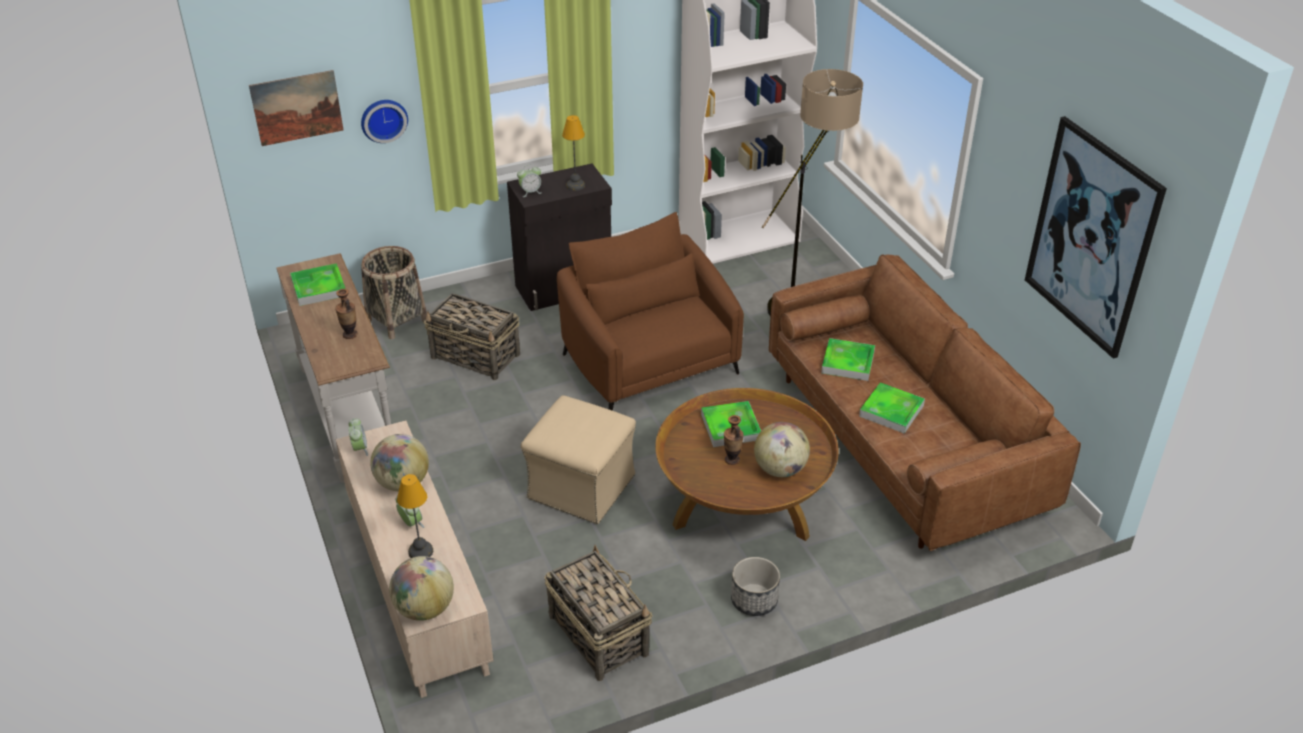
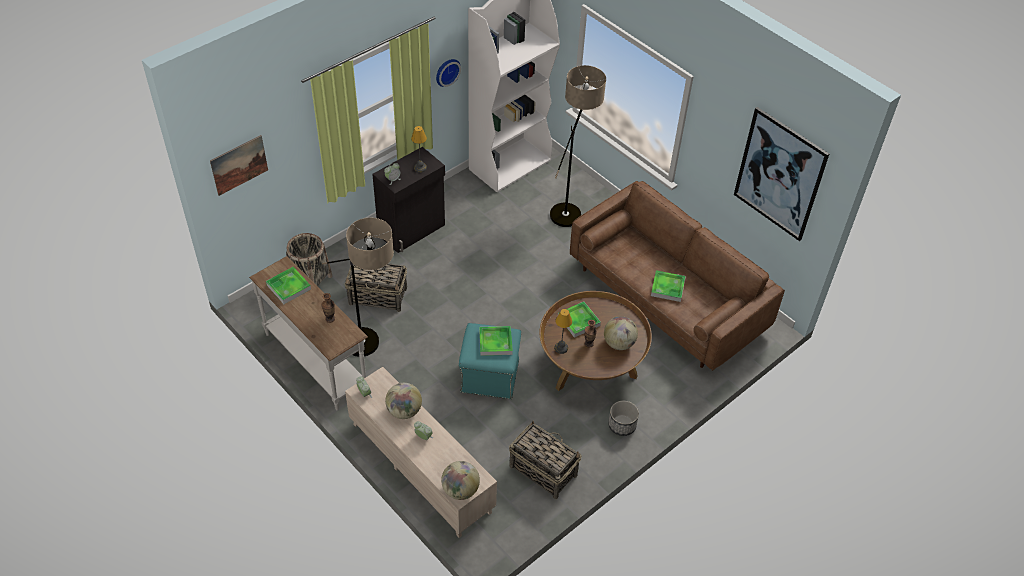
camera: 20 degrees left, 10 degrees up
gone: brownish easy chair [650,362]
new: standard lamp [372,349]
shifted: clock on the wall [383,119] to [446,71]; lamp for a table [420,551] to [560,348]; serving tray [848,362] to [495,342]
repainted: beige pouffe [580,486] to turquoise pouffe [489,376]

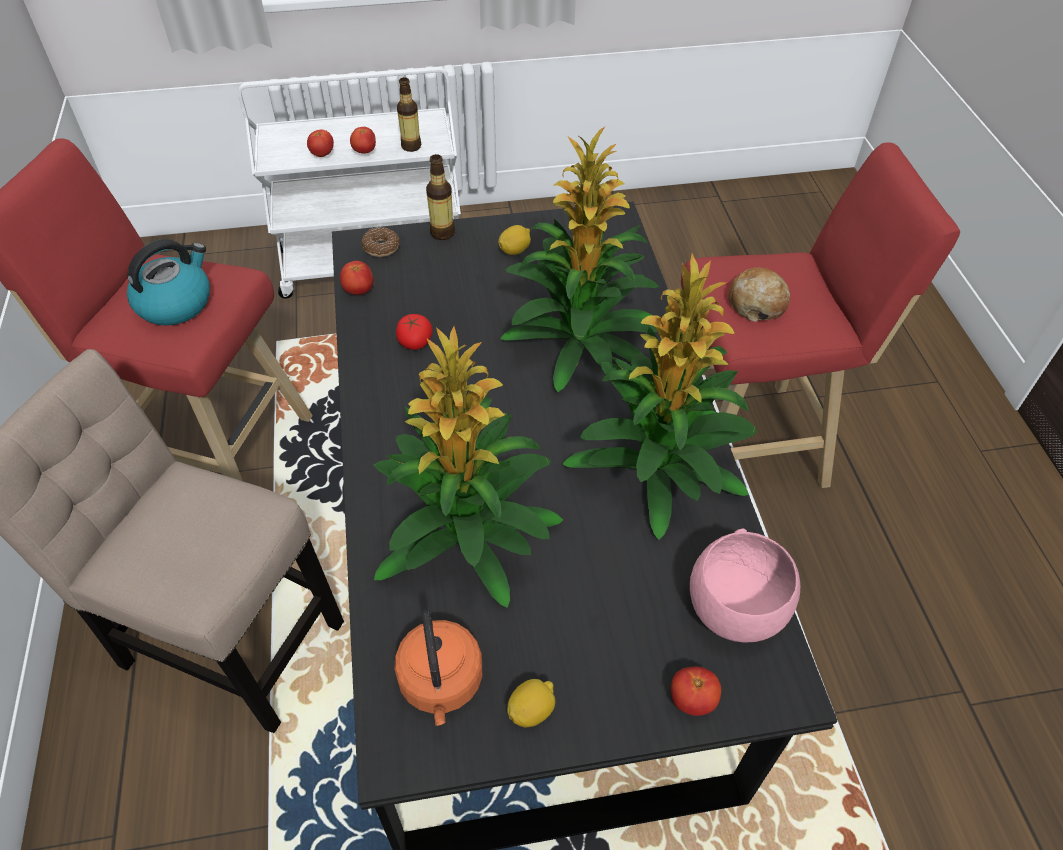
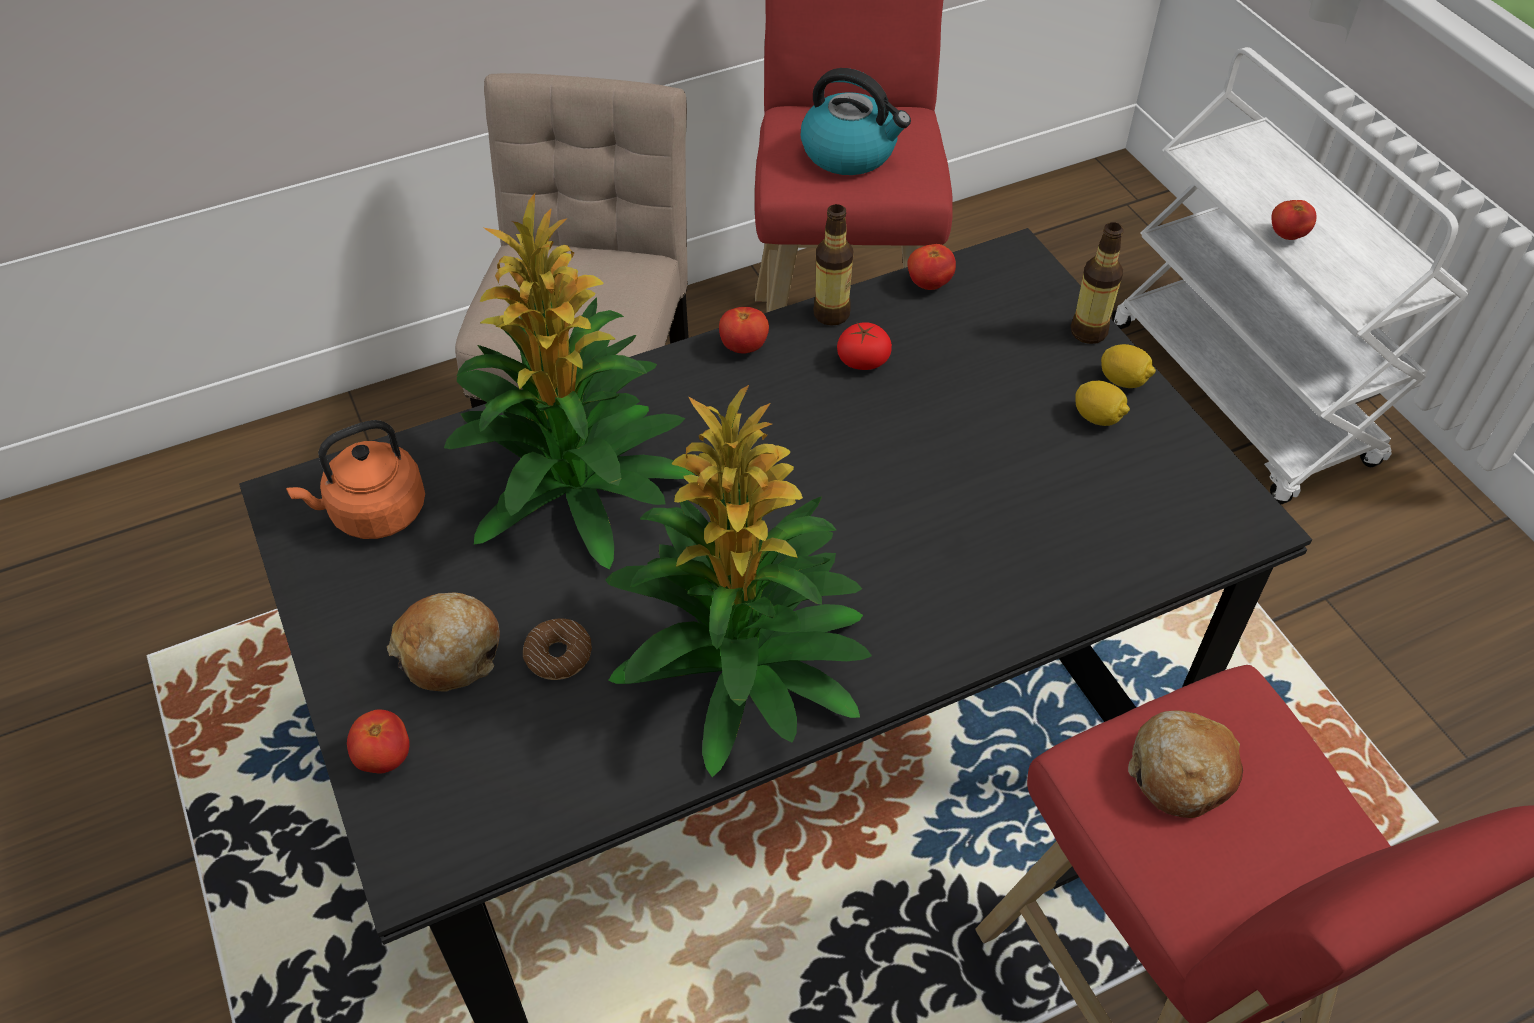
camera: 75 degrees right, 0 degrees up
gone: potted plant [579,340]; pinkish bowl [735,610]
new: baked bread [449,652]
shifted: tomato [322,154] to [744,347]; ring doughnut [381,247] to [558,655]; beverage bottle [411,146] to [831,314]; lemon [531,710] to [1123,380]

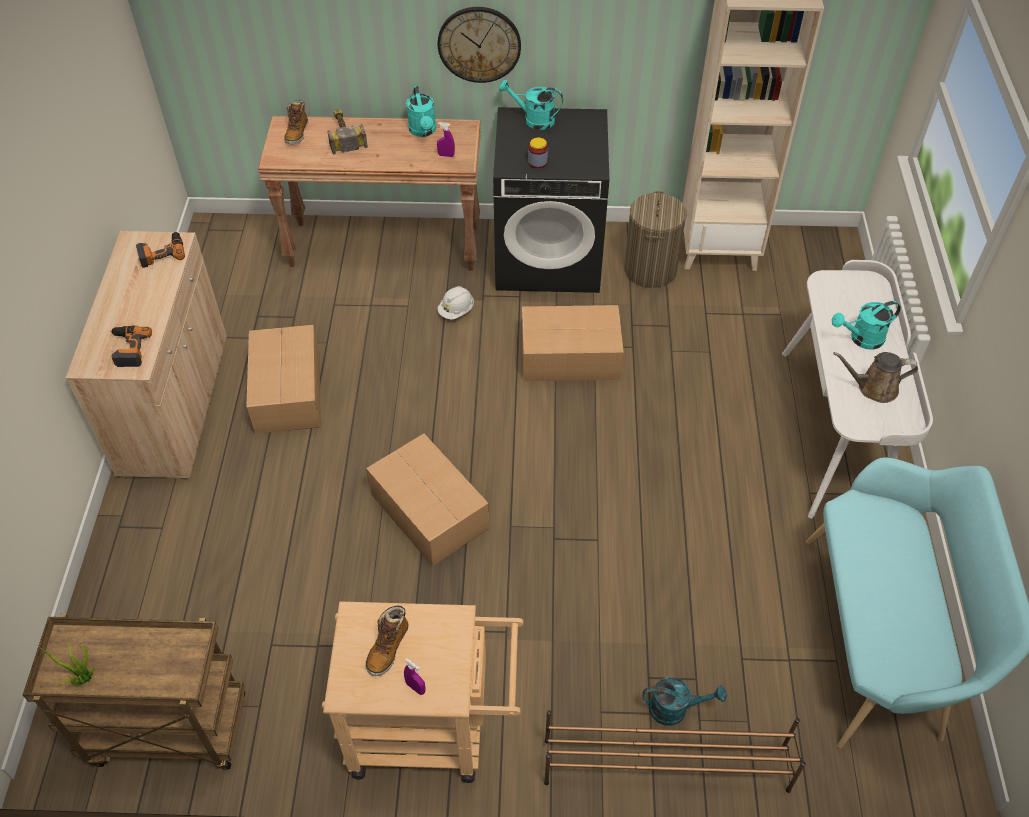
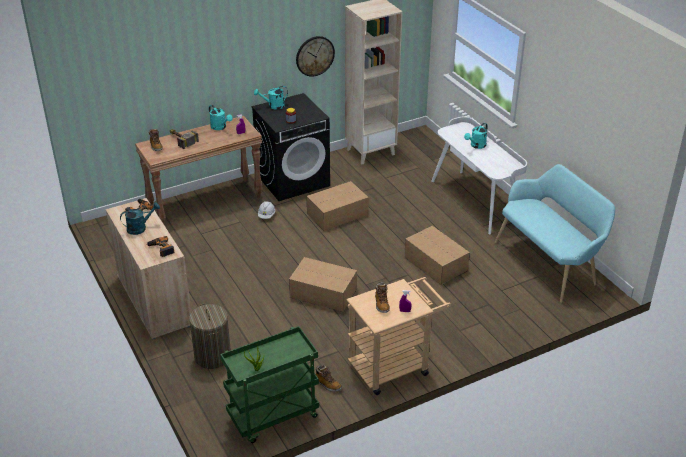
camera: 30 degrees left, 15 degrees down
gone: brownish shoe rack [664,764]; brownish watering can [873,388]
new: boot [327,384]
shifted: carton [288,390] to [435,263]; clock on the wall [479,44] to [315,56]; laundry basket [650,269] to [212,356]; turquoise watering can [675,708] to [140,228]
repainted: brownish trolley [165,731] to greenish trolley [273,417]

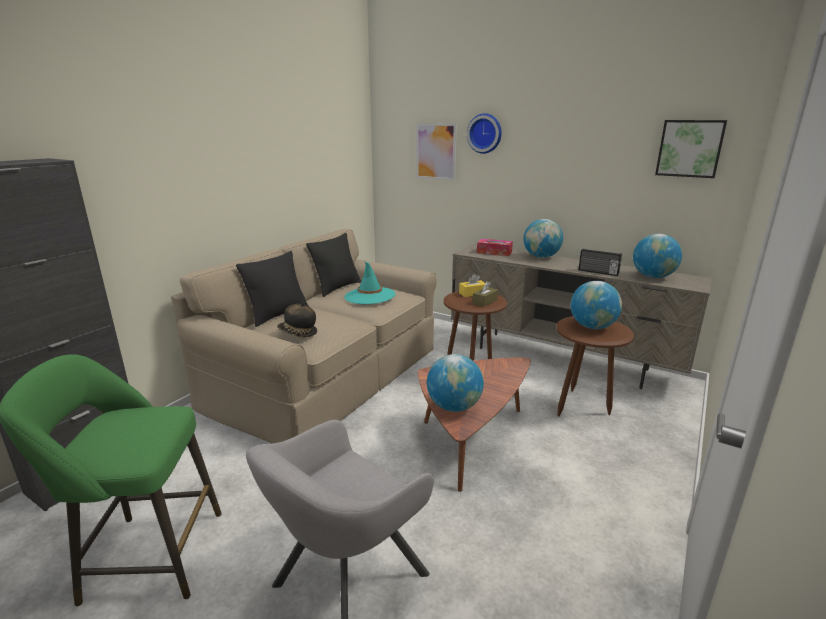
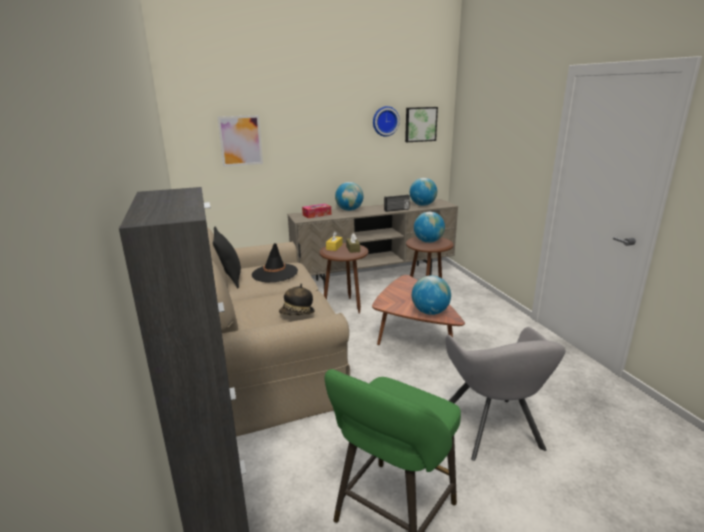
camera: 50 degrees left, 0 degrees up
gone: black pillow [278,315]
shifted: clock on the wall [485,133] to [385,121]
repainted: turquoise clothing hat [369,296] to black clothing hat [275,273]

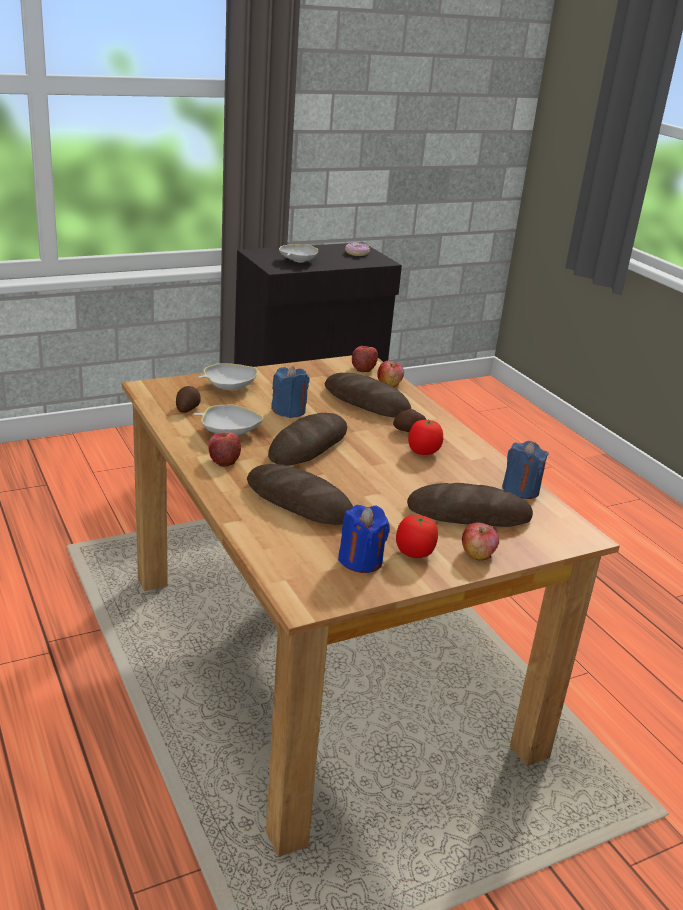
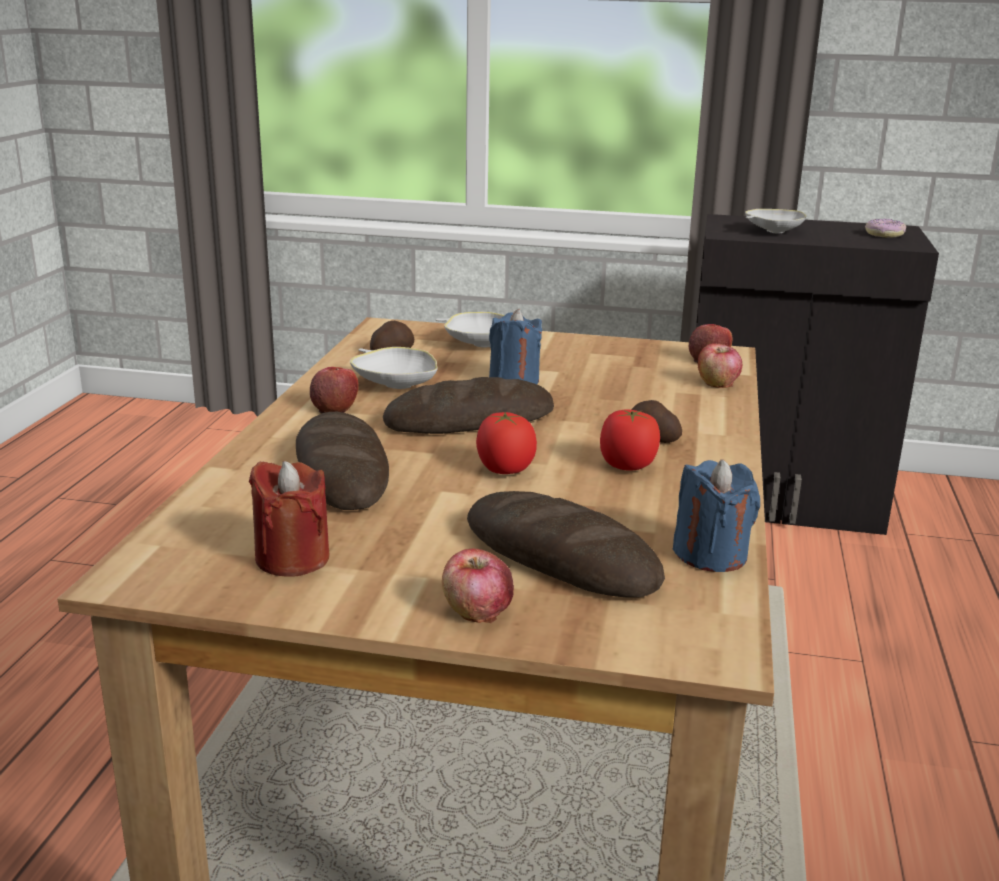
camera: 40 degrees right, 5 degrees down
gone: baked bread [366,401]
shifted: tomato [414,553] to [504,470]
repainted: bluish wax candle [361,560] to reddish wax candle [292,558]

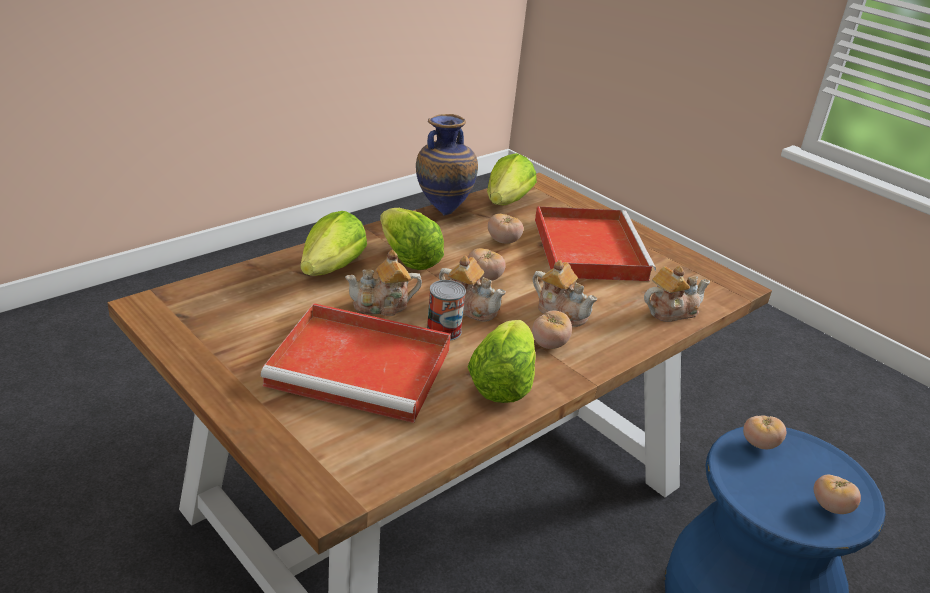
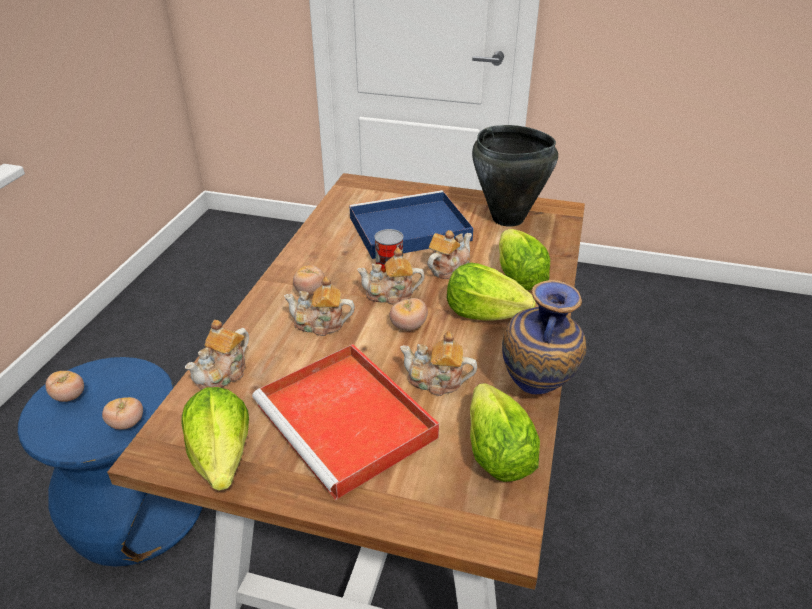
camera: 150 degrees right, 5 degrees up
new: black stockpot [508,219]
shifted: head of lettuce [501,384] to [222,456]
swapped: tomato [503,241] to teapot [436,381]
repainted: reddish serving tray [364,367] to bluish serving tray [407,229]

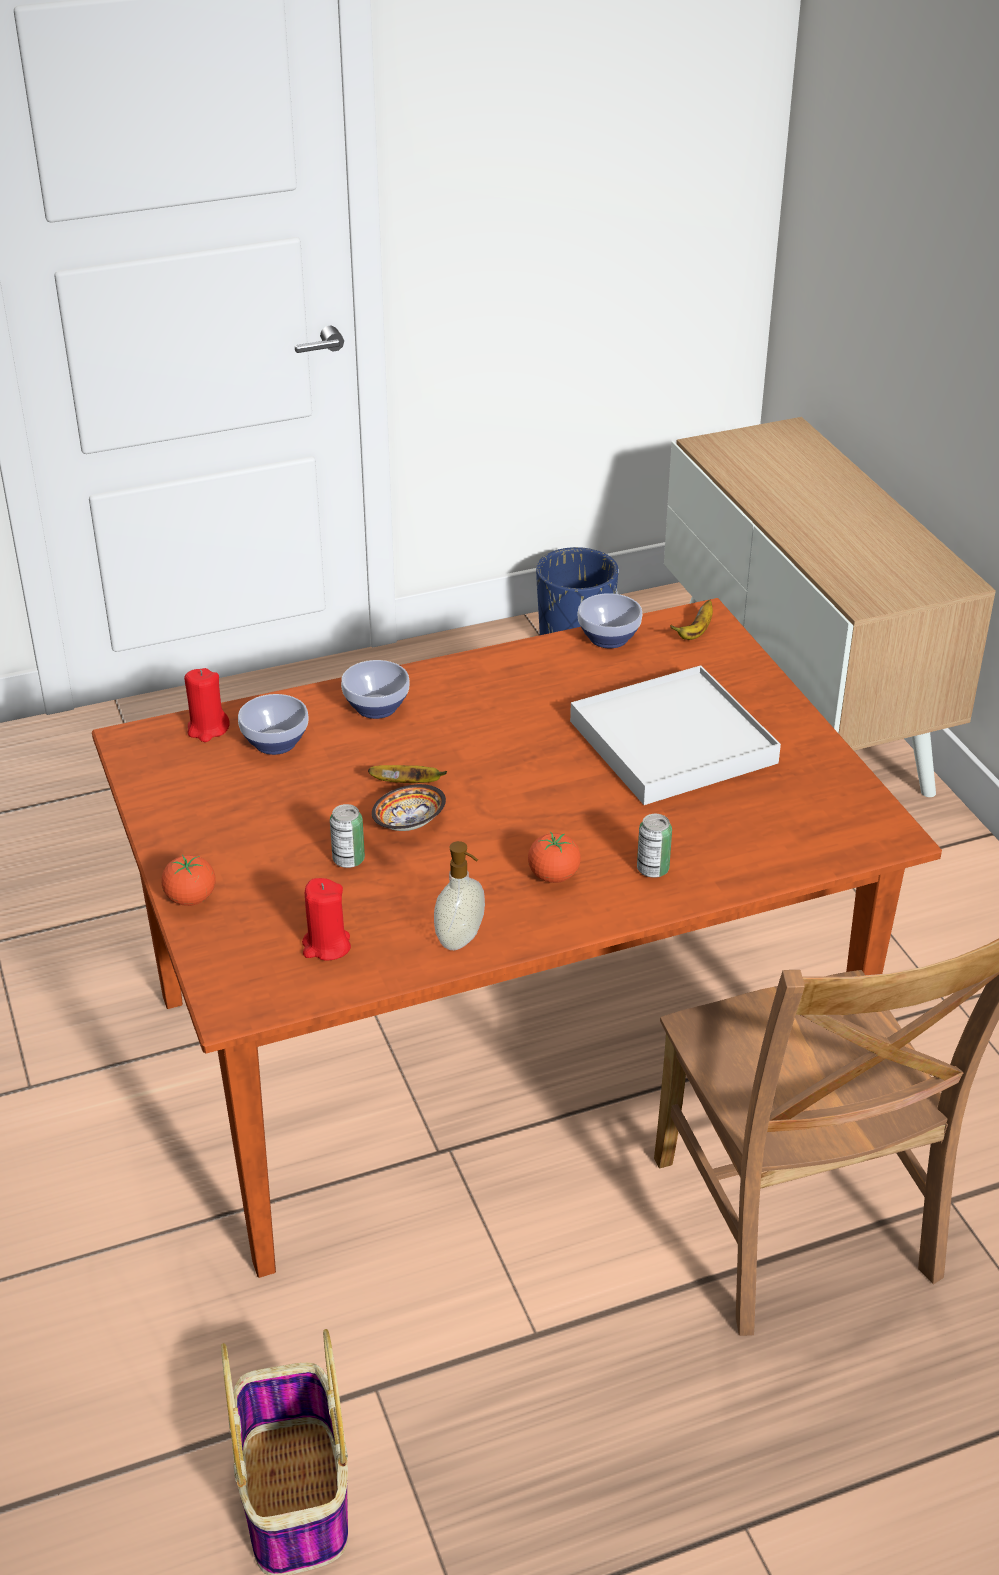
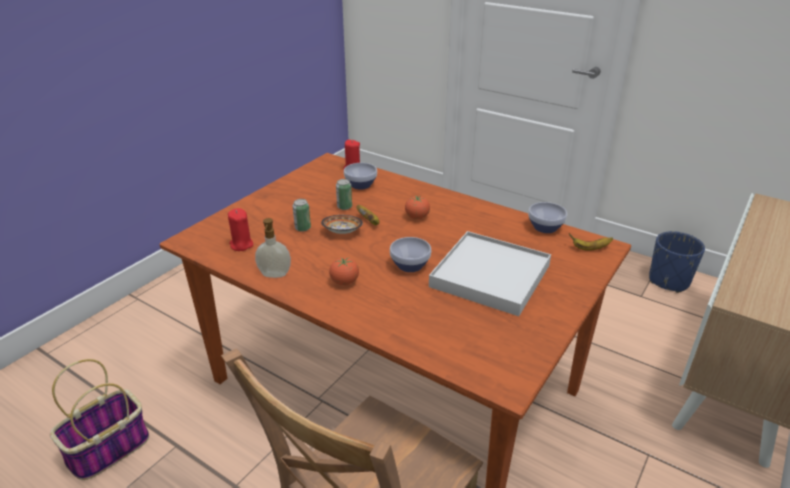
camera: 55 degrees right, 5 degrees down
shifted: tomato [191,898] to [417,217]; bowl [378,707] to [411,266]; sealed can [652,869] to [344,207]

